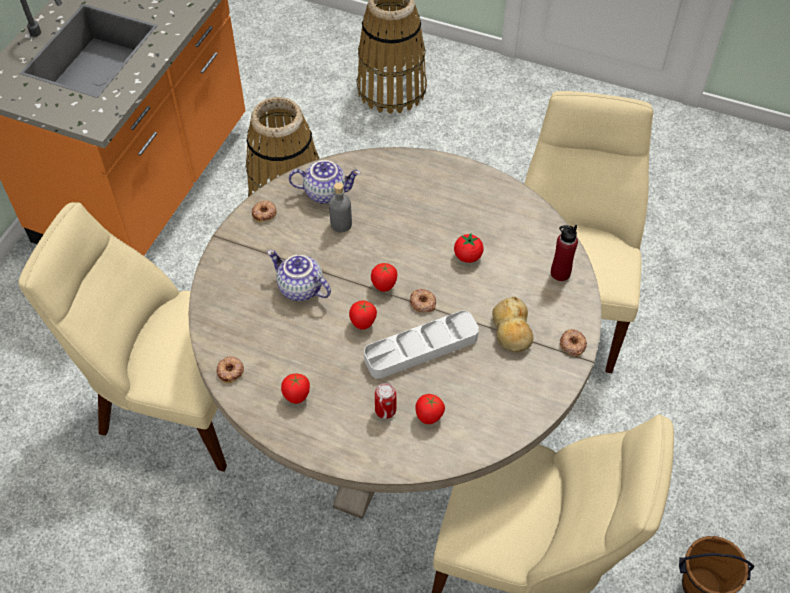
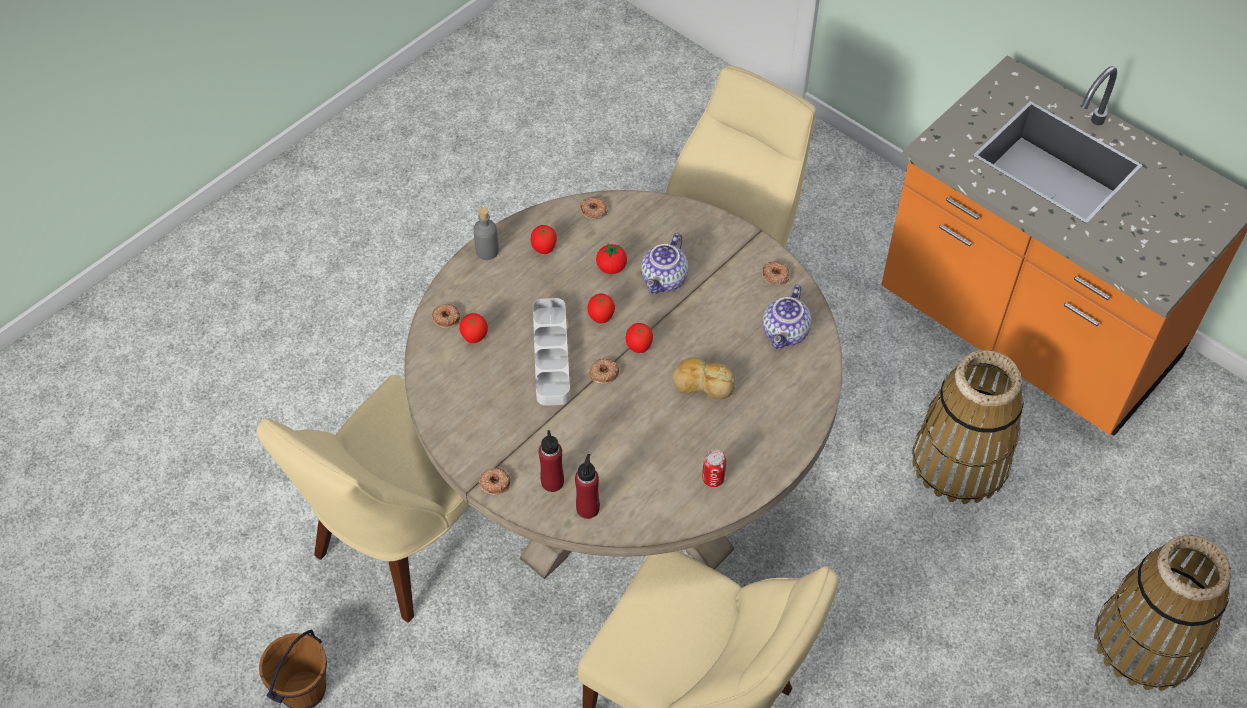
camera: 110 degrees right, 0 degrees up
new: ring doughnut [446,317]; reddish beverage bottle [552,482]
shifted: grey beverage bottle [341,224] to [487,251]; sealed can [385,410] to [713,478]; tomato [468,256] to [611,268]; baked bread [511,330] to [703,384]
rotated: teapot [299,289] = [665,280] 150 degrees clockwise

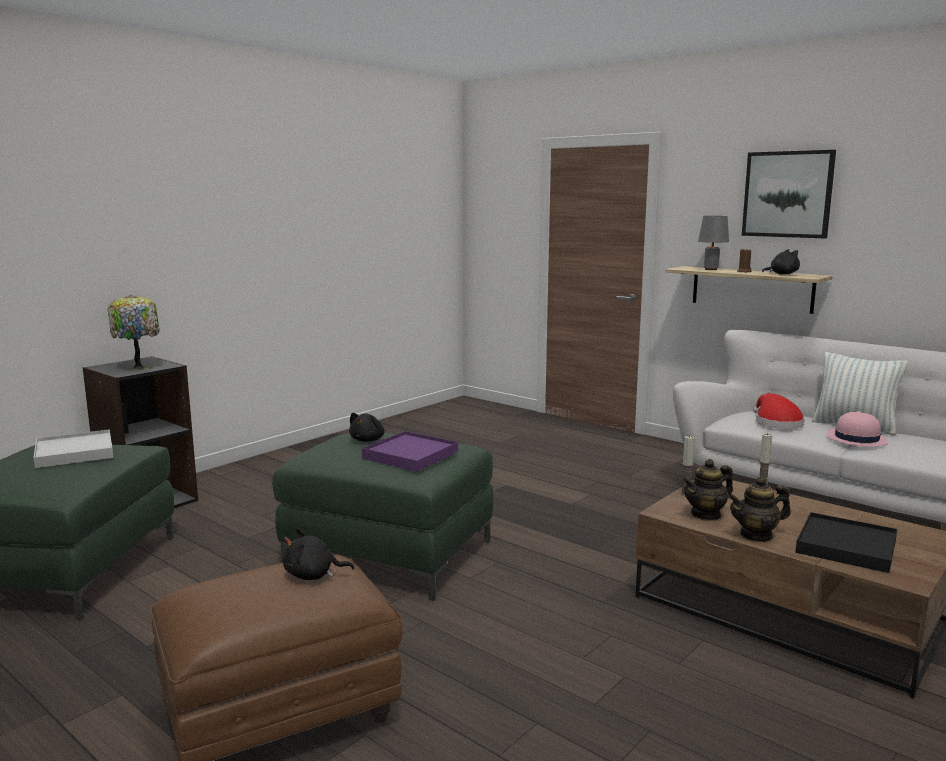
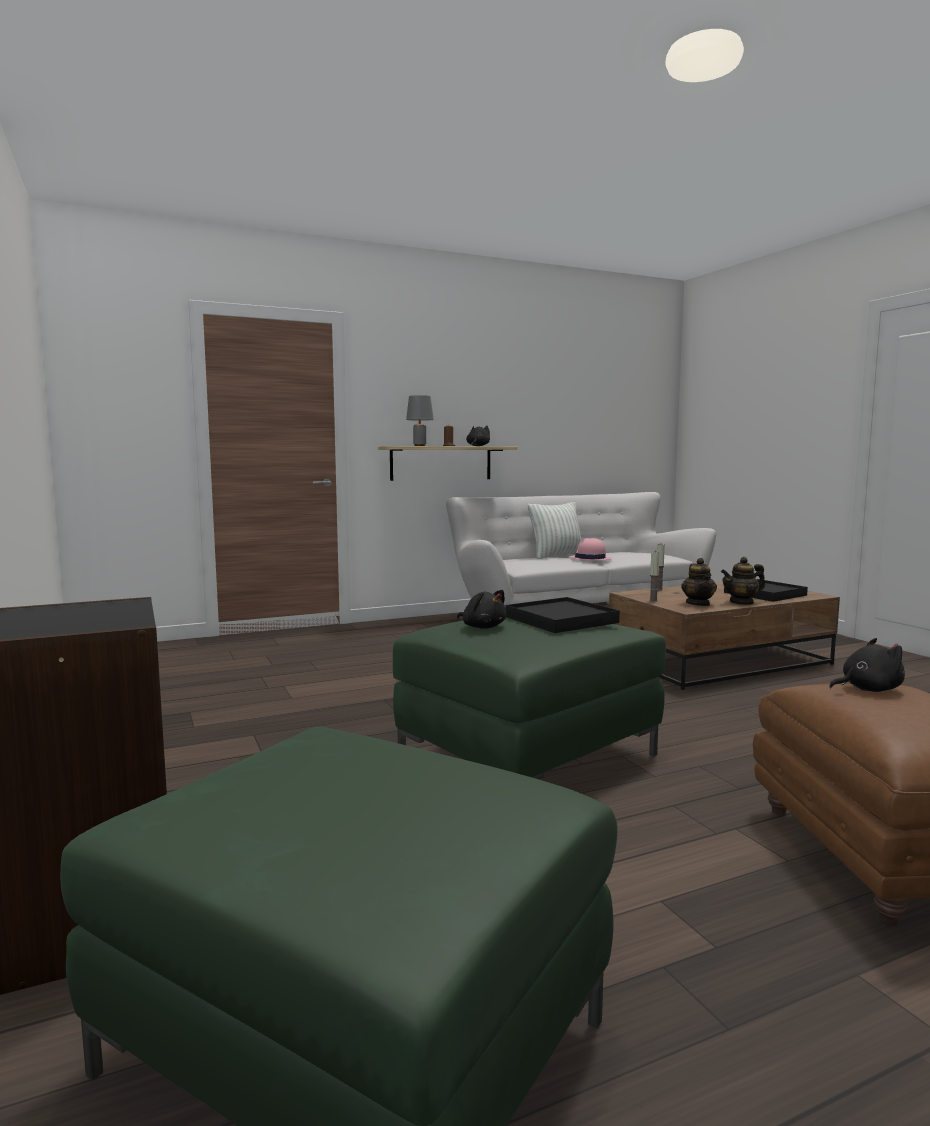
camera: 65 degrees left, 5 degrees down
gone: white-coloured serving tray [75,452]; lamp for a table [139,368]; wall picture [788,194]; reddish clothing hat [776,423]
repainted: purplish serving tray [410,455] to black serving tray [561,620]
rotated: black plush toy [313,575] = [867,689] 120 degrees counterclockwise; teapot [756,535] = [741,602] 60 degrees clockwise

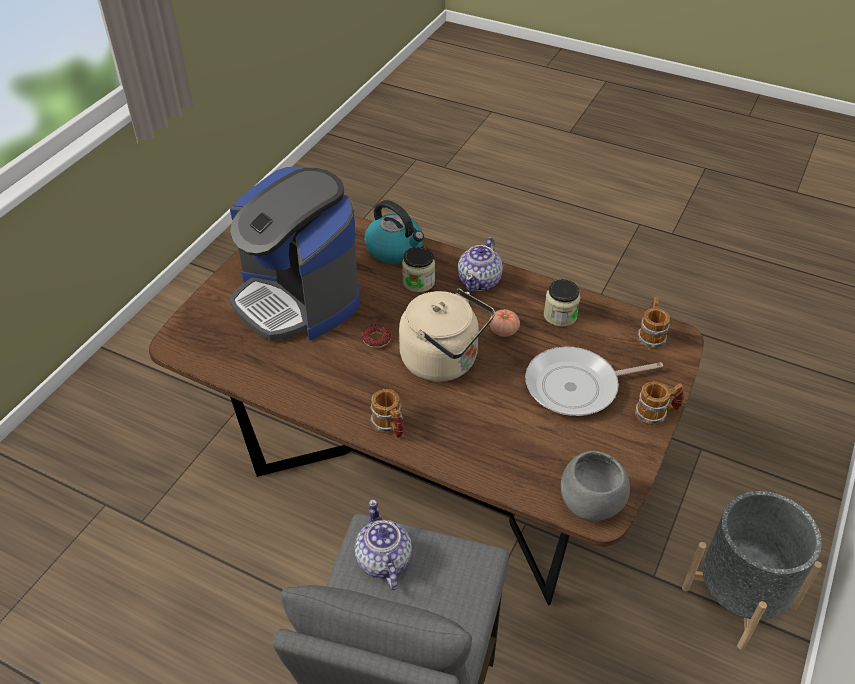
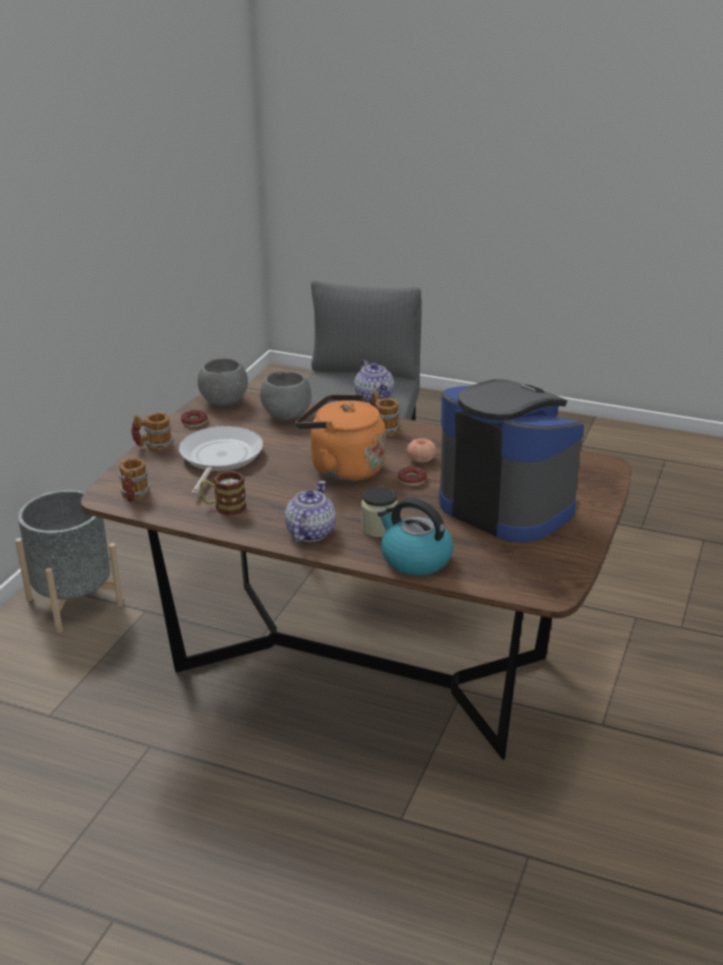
camera: 175 degrees right, 15 degrees down
new: ring doughnut [194,422]; grey bowl [286,415]
shifted: tomato [503,330] to [421,459]
swapped: preserve jar [560,315] to tea mug [224,507]
repainted: beige kettle [444,361] to orangey kettle [342,468]
rotated: skillet [577,387] = [219,458] 60 degrees counterclockwise

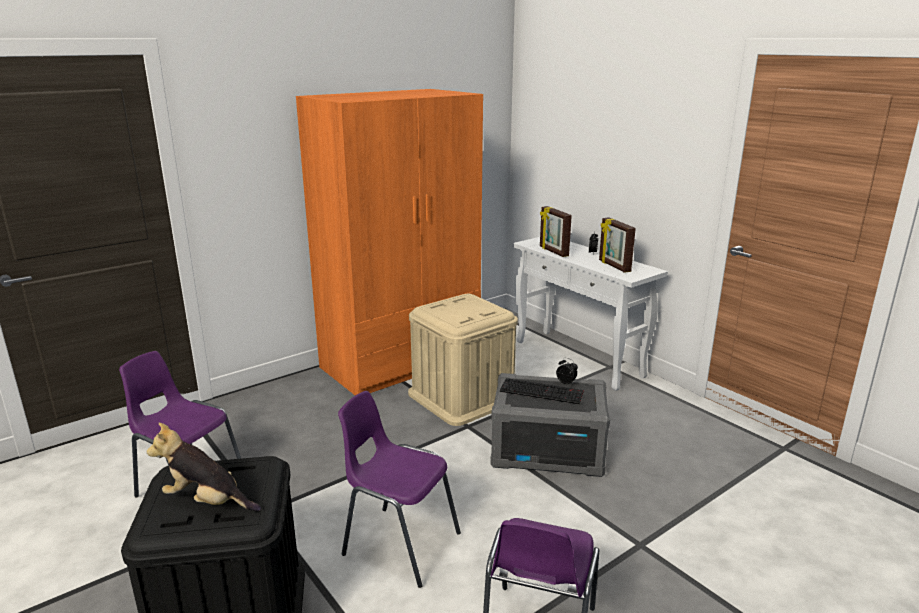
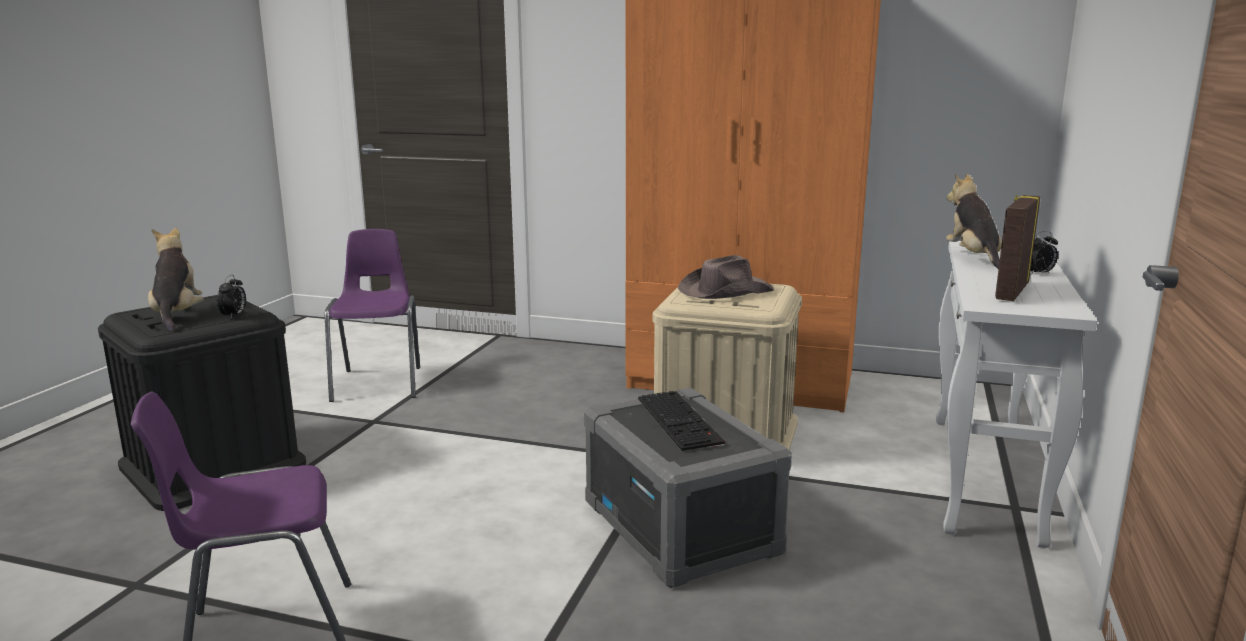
camera: 55 degrees right, 5 degrees down
gone: purplish chair [399,543]
new: brownish clothing hat [724,291]
shifted: bedside clock [566,382] to [234,316]
swapped: standing frame [553,251] to plush toy [974,259]

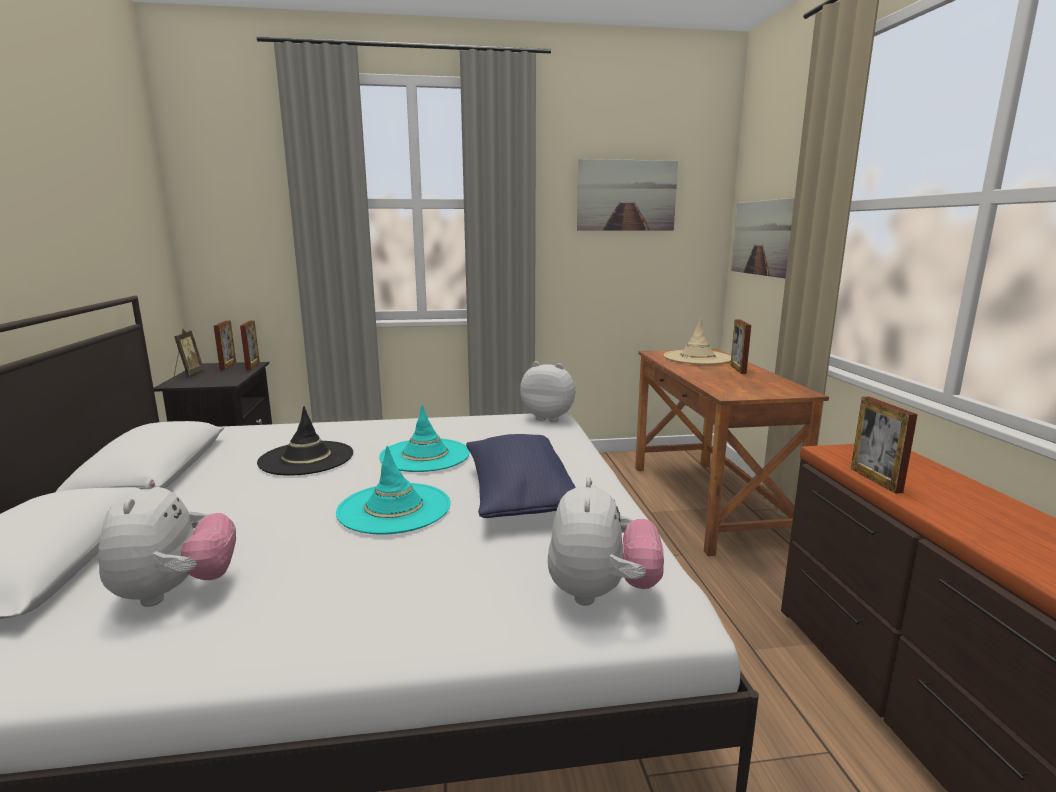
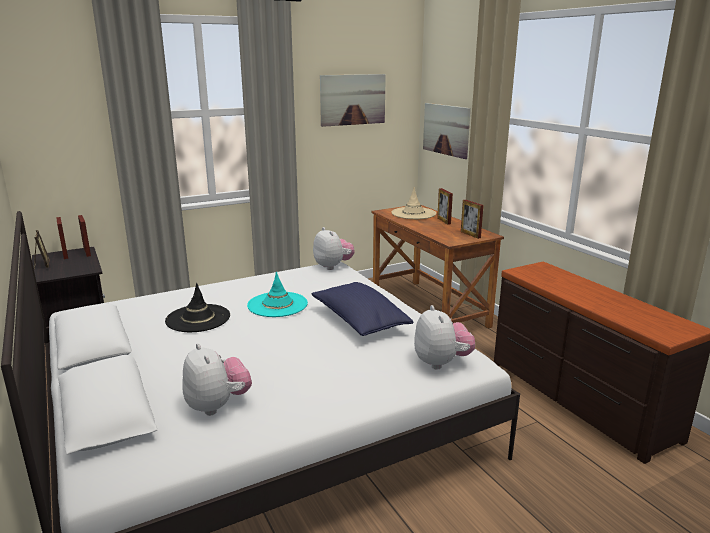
camera: 20 degrees left, 5 degrees up
gone: turquoise clothing hat [394,508]
shifted: standing frame [875,480] to [470,234]
rotated: plush toy [549,417] = [333,266] 60 degrees clockwise

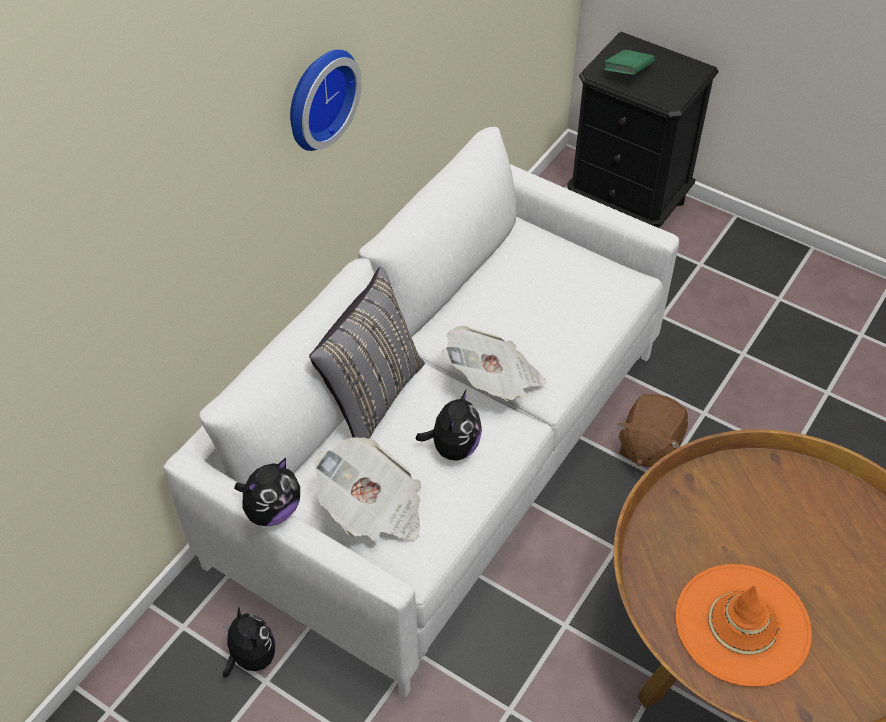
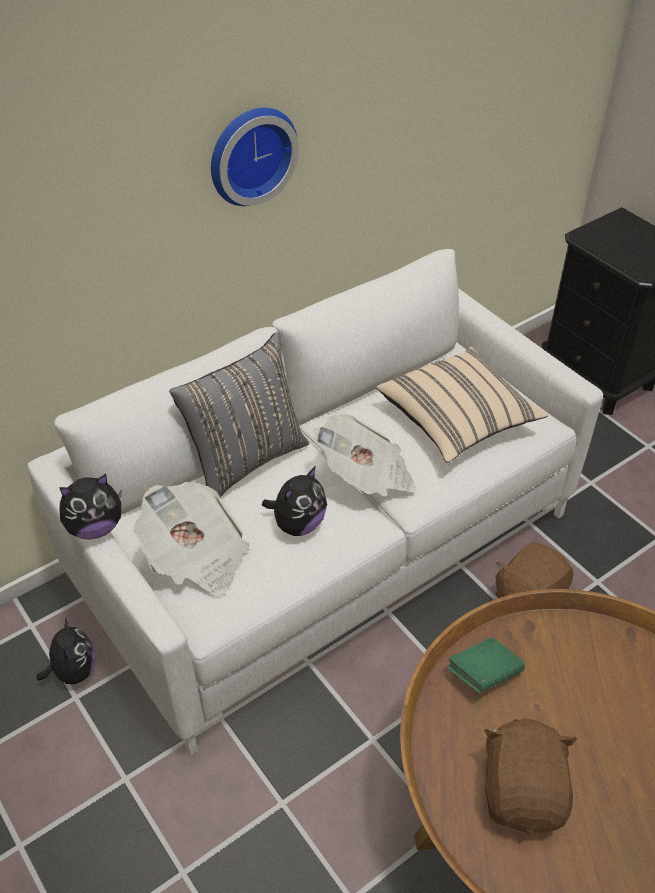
camera: 20 degrees right, 5 degrees down
new: beige pillow [457,420]
shifted: greenish bound book [627,73] to [483,674]
swapped: orangey clothing hat [742,625] to brownish plush toy [523,792]

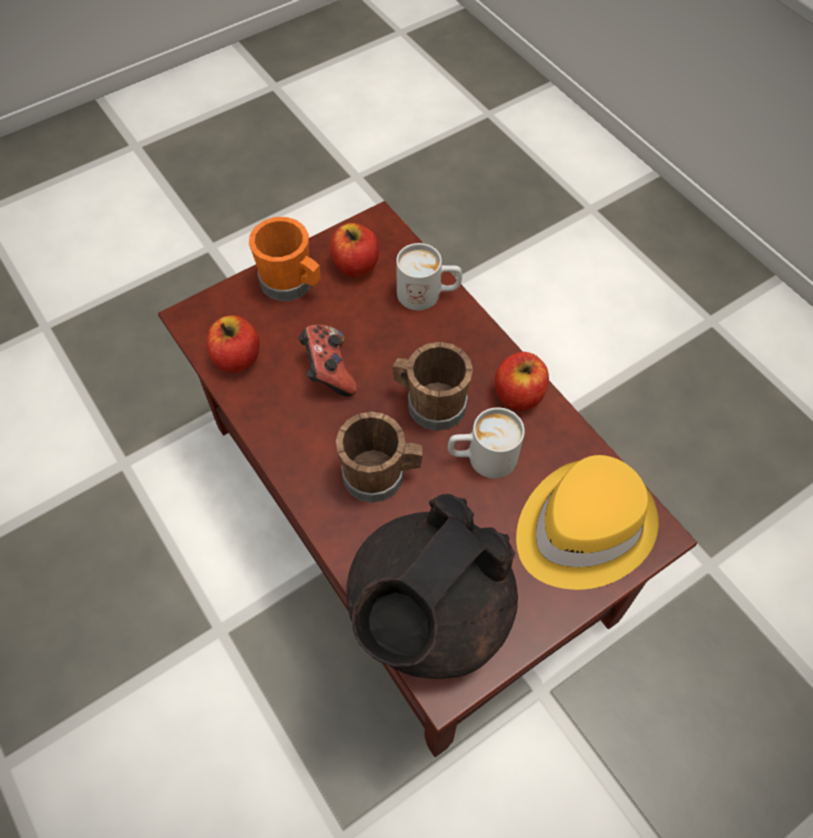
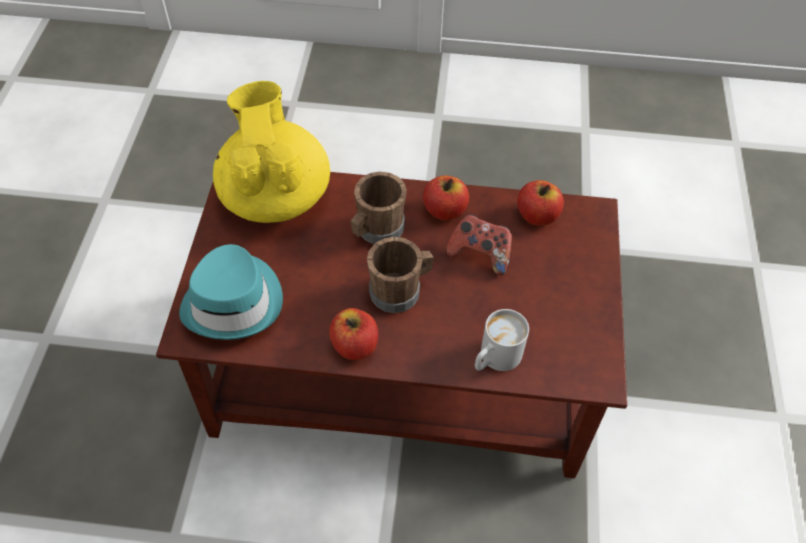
camera: 130 degrees right, 5 degrees down
gone: orangey tea mug [292,284]; white-coloured tea mug [481,458]
shifted: apple [356,265] to [444,210]
repainted: black teapot [428,613] to yellow teapot [275,195]; yellow clothing hat [581,527] to turquoise clothing hat [234,301]

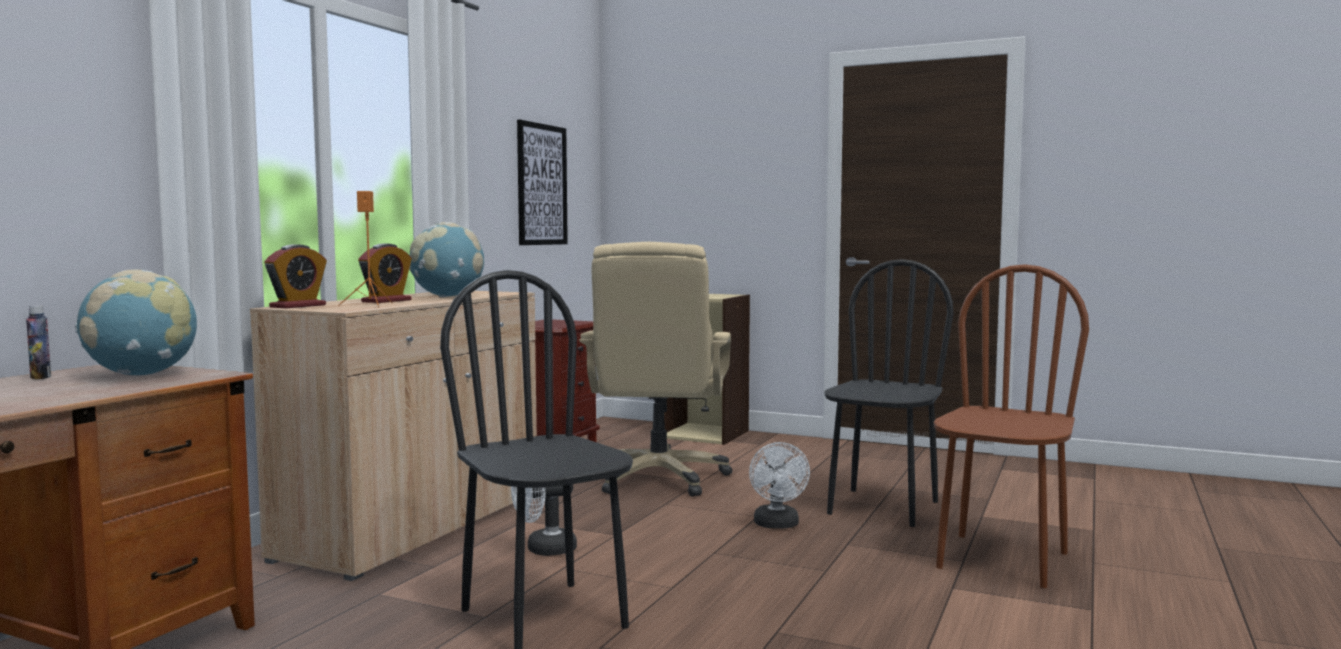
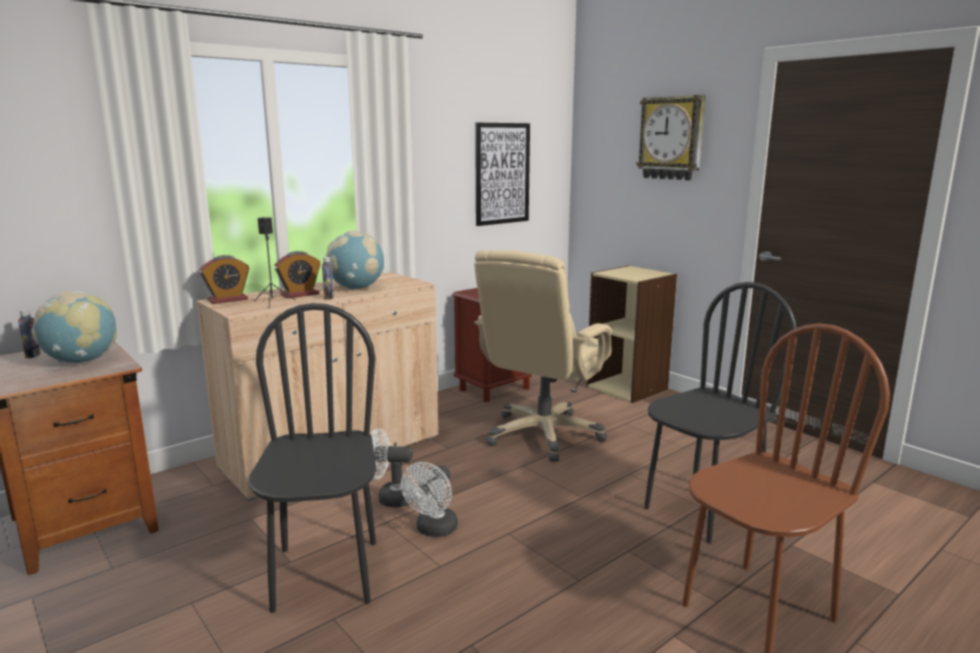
camera: 25 degrees right, 10 degrees up
new: beverage bottle [329,298]; clock on the wall [671,138]
shifted: white-coloured electric fan [777,525] to [433,530]
repainted: orangey speaker [370,305] to black speaker [273,302]

